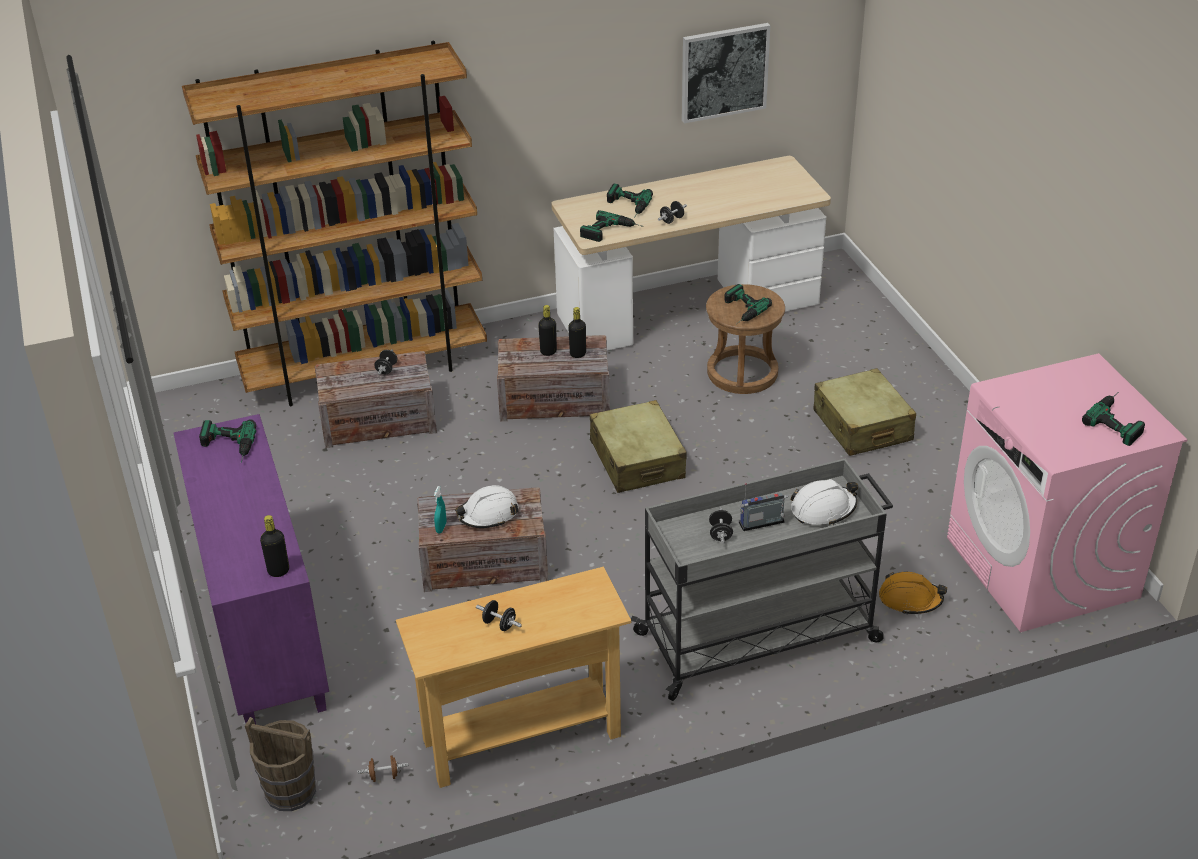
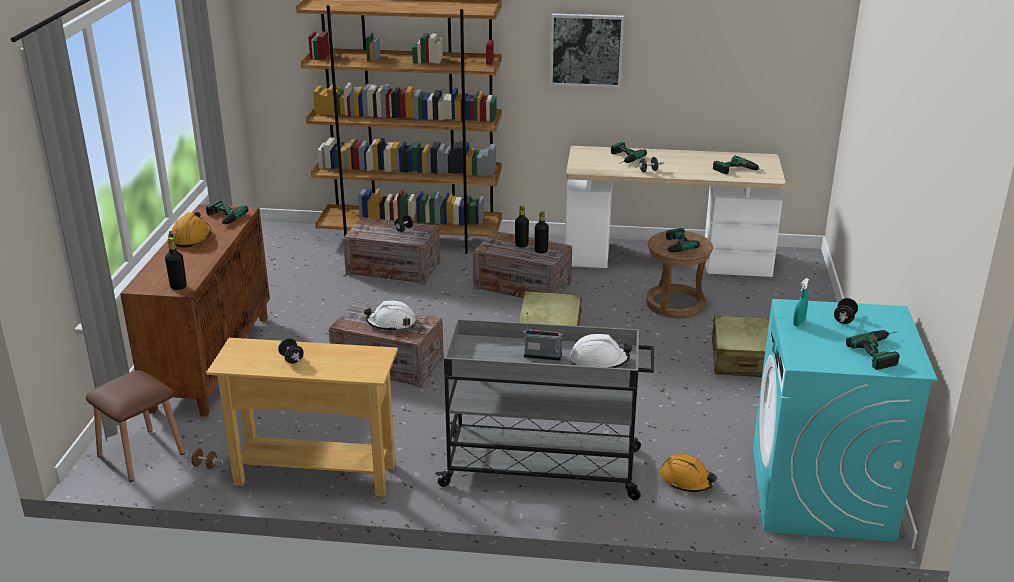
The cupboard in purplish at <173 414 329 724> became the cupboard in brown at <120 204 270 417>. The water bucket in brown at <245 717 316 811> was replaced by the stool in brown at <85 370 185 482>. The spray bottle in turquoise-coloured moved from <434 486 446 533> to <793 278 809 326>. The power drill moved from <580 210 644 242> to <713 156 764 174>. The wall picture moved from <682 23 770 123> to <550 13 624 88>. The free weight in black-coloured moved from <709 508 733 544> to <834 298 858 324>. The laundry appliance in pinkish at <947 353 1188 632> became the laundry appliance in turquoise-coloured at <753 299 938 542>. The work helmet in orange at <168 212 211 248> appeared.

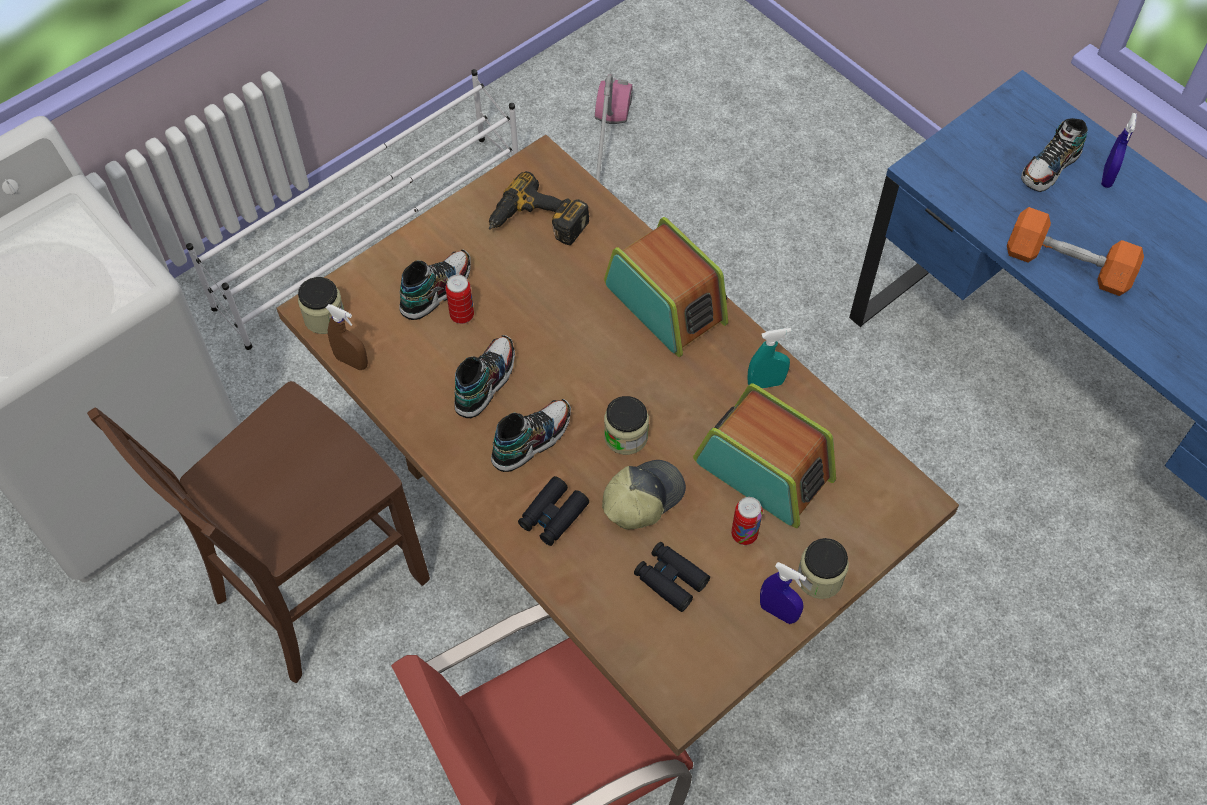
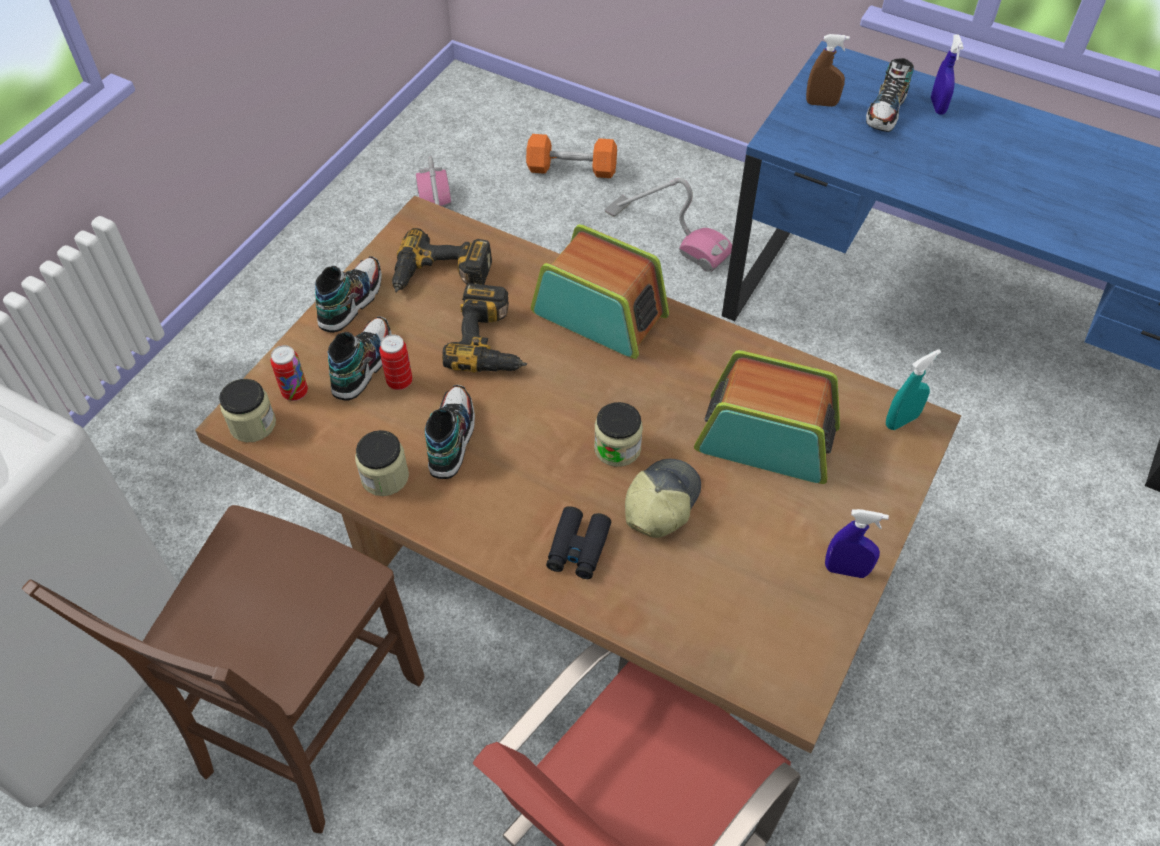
The shoe rack in white-coloured at <186 69 518 350> disappeared. The spray bottle in brown moved from <326 304 368 370> to <806 34 850 107>. The low shoe moved from <491 399 571 472> to <315 256 382 333>. The pair of binoculars in black-coloured at <634 542 710 612> disappeared. The can moved from <731 497 763 545> to <271 345 308 401>. The spray bottle in turquoise-coloured moved from <747 328 792 388> to <886 349 941 430>. The storage jar moved from <797 538 849 599> to <355 430 409 496>. The free weight in orange moved from <1007 207 1144 296> to <526 134 617 178>. The power drill at <442 283 527 372> appeared. The vacuum cleaner at <605 178 732 272> appeared.

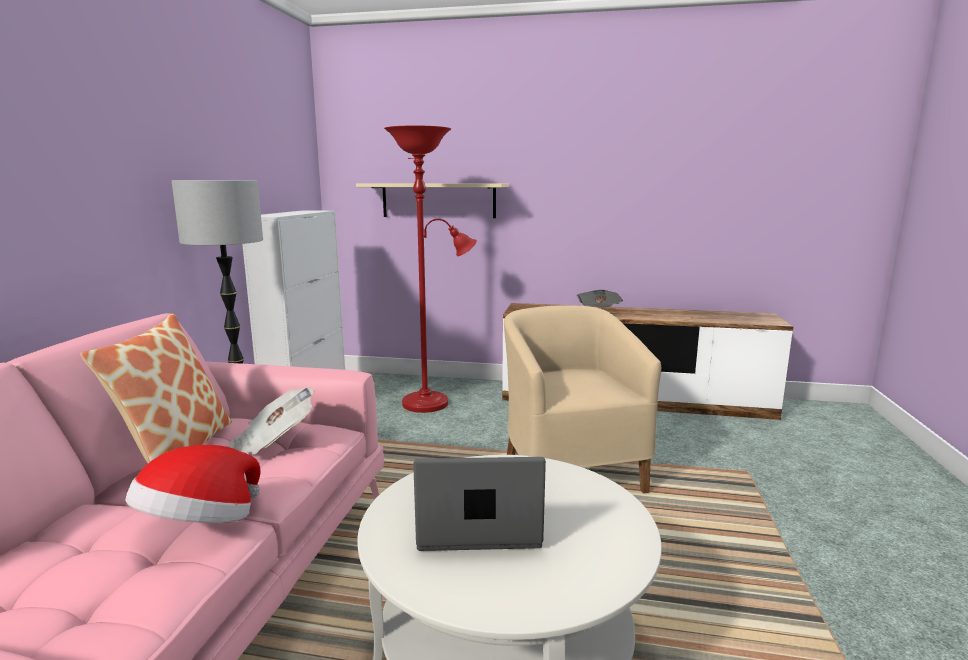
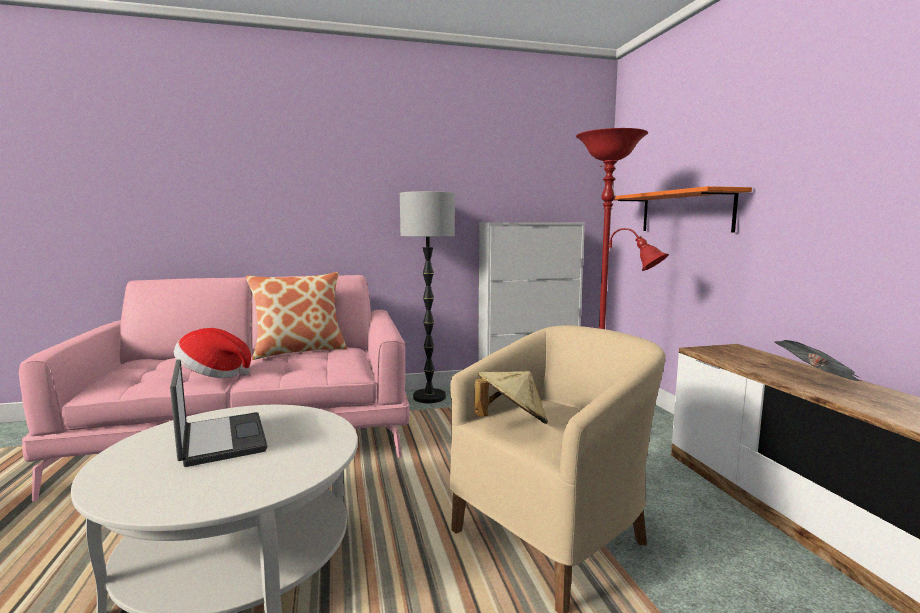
The printed paper at <228 387 315 455> disappeared. The wall shelf in beige at <356 183 509 218> became the wall shelf in orange at <613 186 752 233>. The clothing hat in beige at <474 371 548 424> appeared.

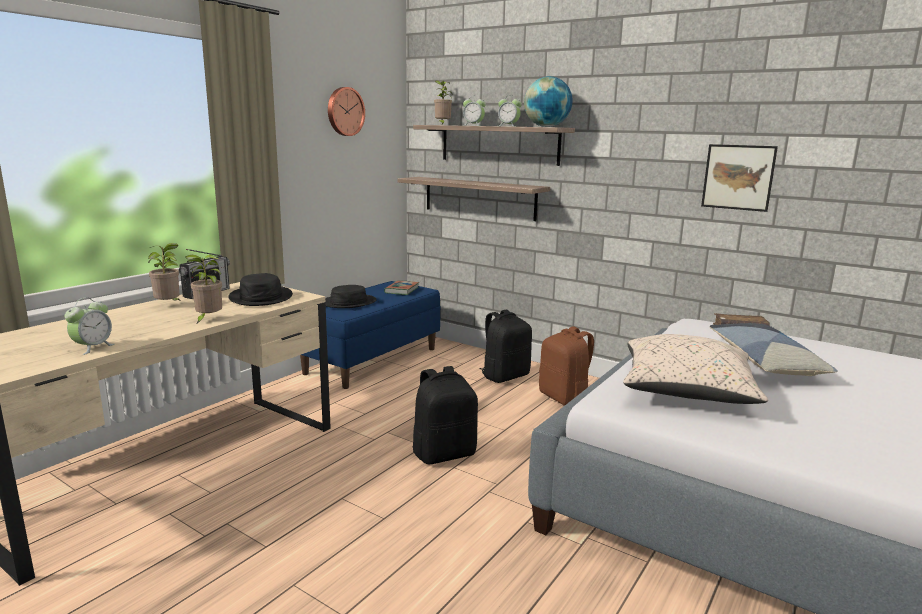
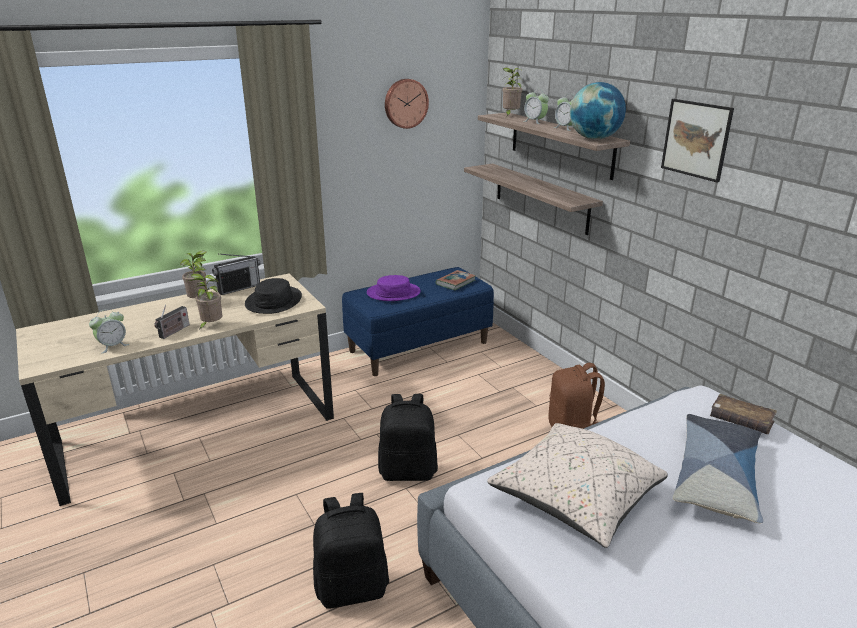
The clothing hat in black-coloured at <325 285 377 308> became the clothing hat in purplish at <367 275 421 301>. The backpack in black-coloured moved from <479 310 532 383> to <313 493 389 609>. The wall picture moved from <701 144 778 212> to <661 99 734 183>. The radio receiver at <154 305 190 339> appeared.

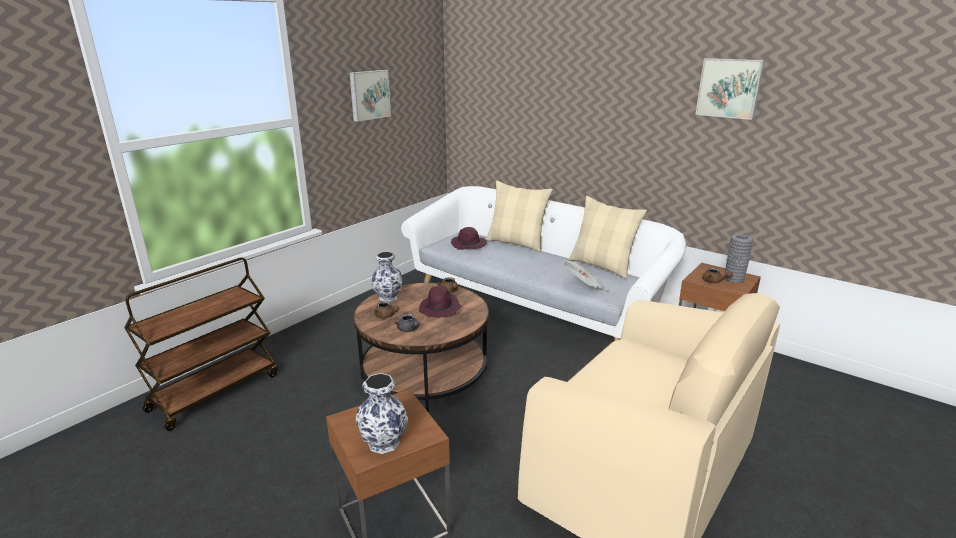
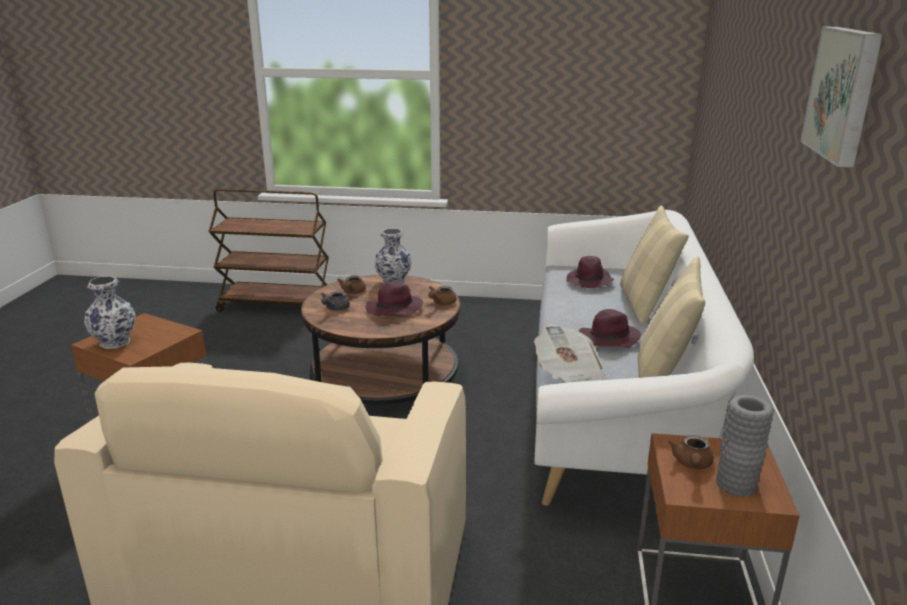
The wall picture at <350 70 391 122> disappeared. The clothing hat in purplish at <579 309 641 347> appeared.

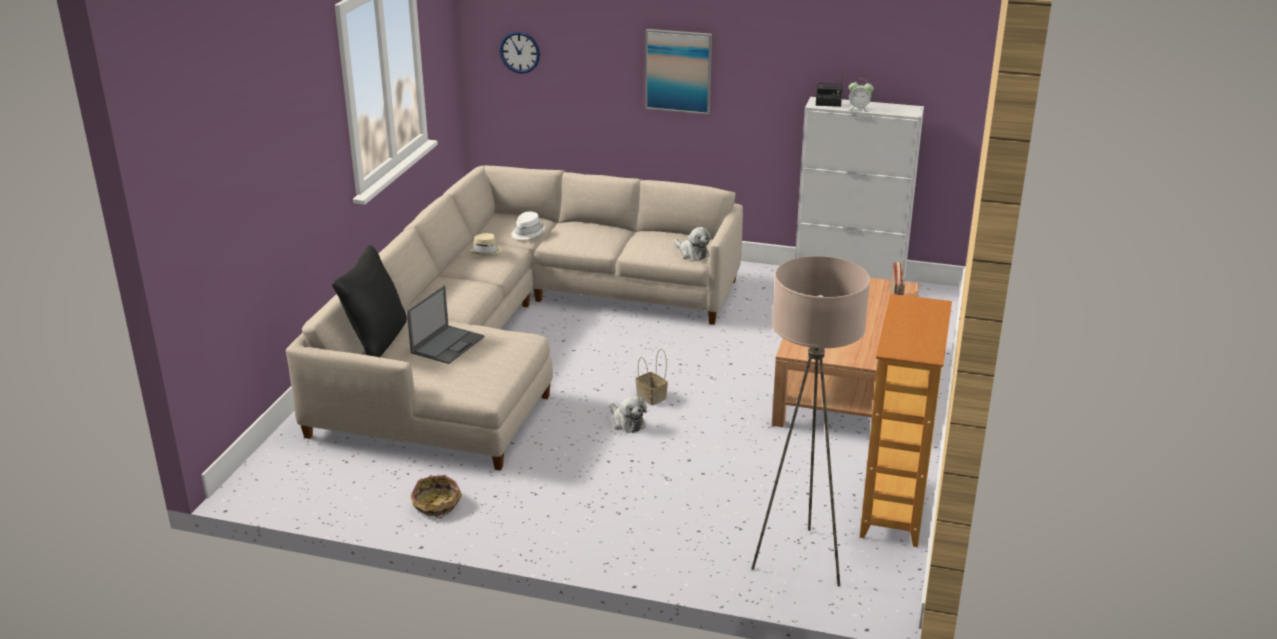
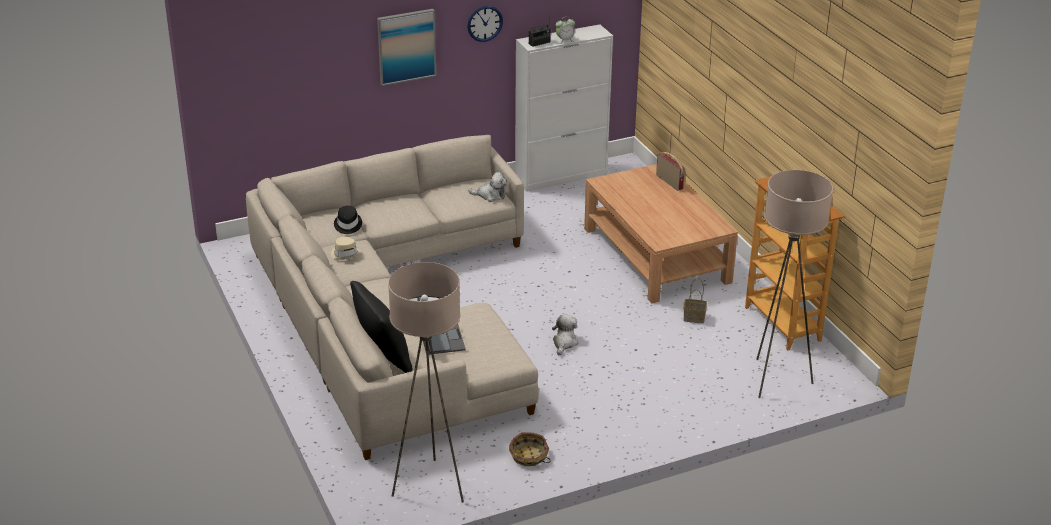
The wall clock moved from <500 31 540 74> to <467 6 503 42>. The clothing hat in white-coloured at <511 212 544 239> became the clothing hat in black-coloured at <334 206 362 234>. The cuddly toy at <610 396 647 433> turned 90 degrees counterclockwise. The basket moved from <636 349 668 405> to <684 278 707 323>. The floor lamp in beige at <388 262 464 503> appeared.

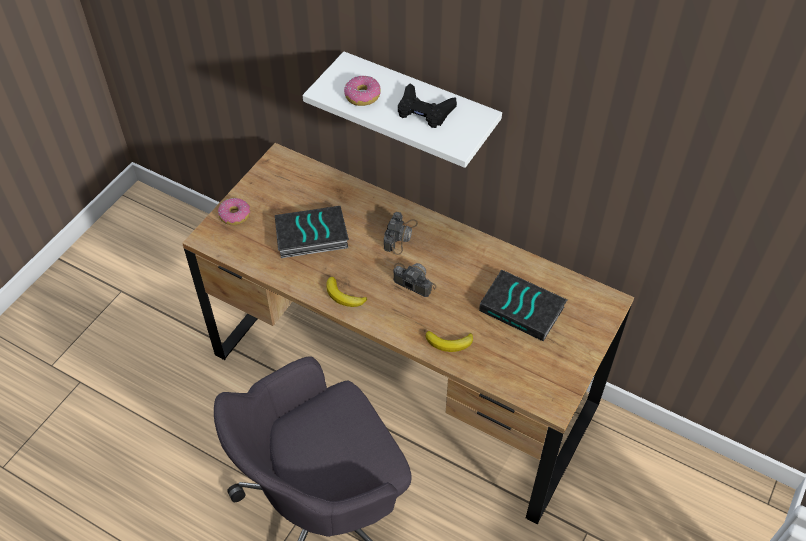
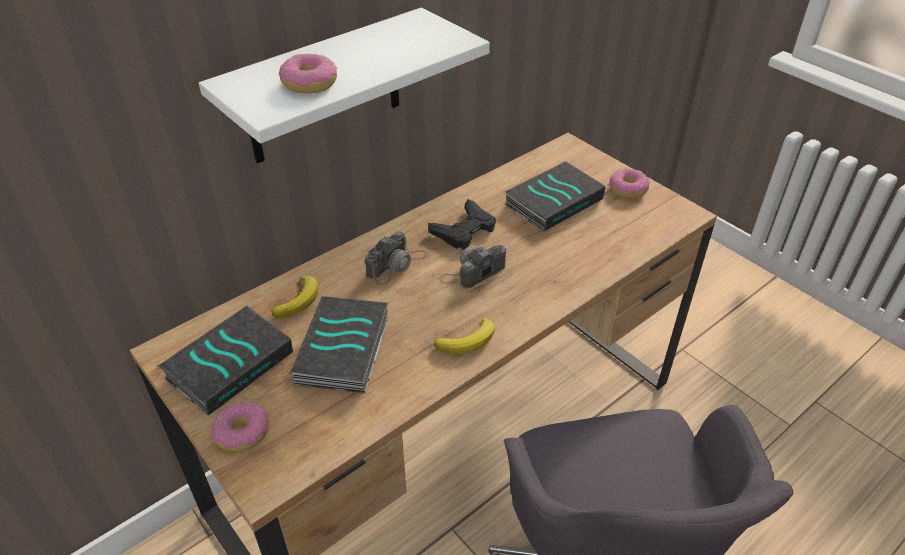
The photo camera at <384 212 418 255> turned 90 degrees clockwise. The game controller in black-coloured moved from <398 83 457 128> to <428 199 496 250>. The banana moved from <426 331 473 352> to <271 276 318 319>. The volume at <158 305 293 416> appeared. The ring doughnut at <609 168 649 198> appeared.

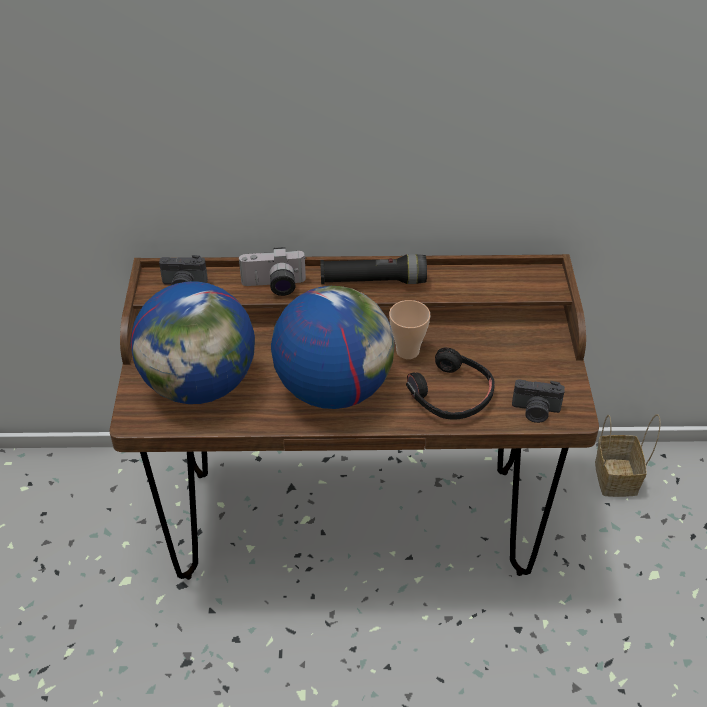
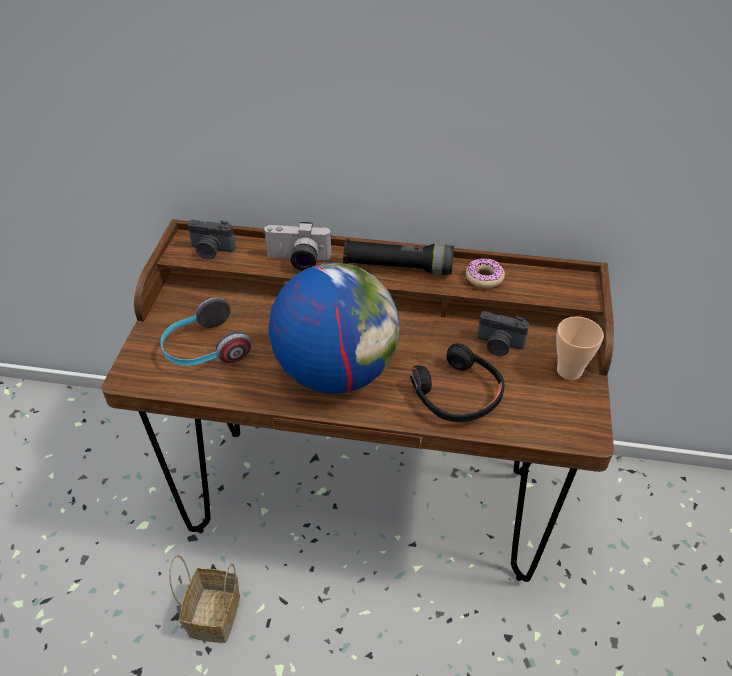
The globe at <131 282 255 404> was replaced by the headphones at <161 298 252 366>. The cup moved from <389 300 431 359> to <557 316 604 380>. The photo camera moved from <512 379 565 423> to <477 311 529 356>. The basket moved from <595 414 661 497> to <169 555 240 643>. The ring doughnut at <466 258 505 288> appeared.

